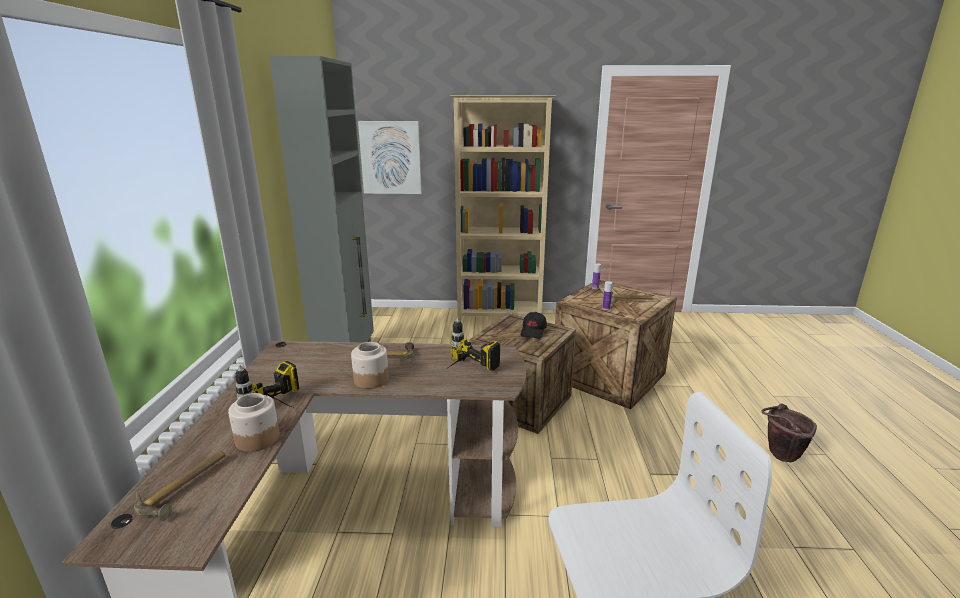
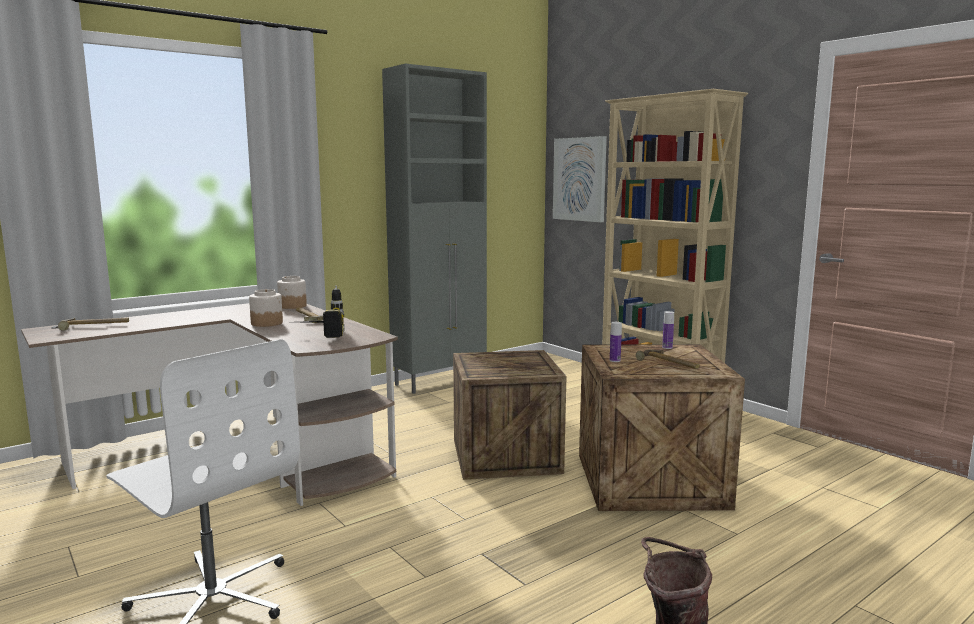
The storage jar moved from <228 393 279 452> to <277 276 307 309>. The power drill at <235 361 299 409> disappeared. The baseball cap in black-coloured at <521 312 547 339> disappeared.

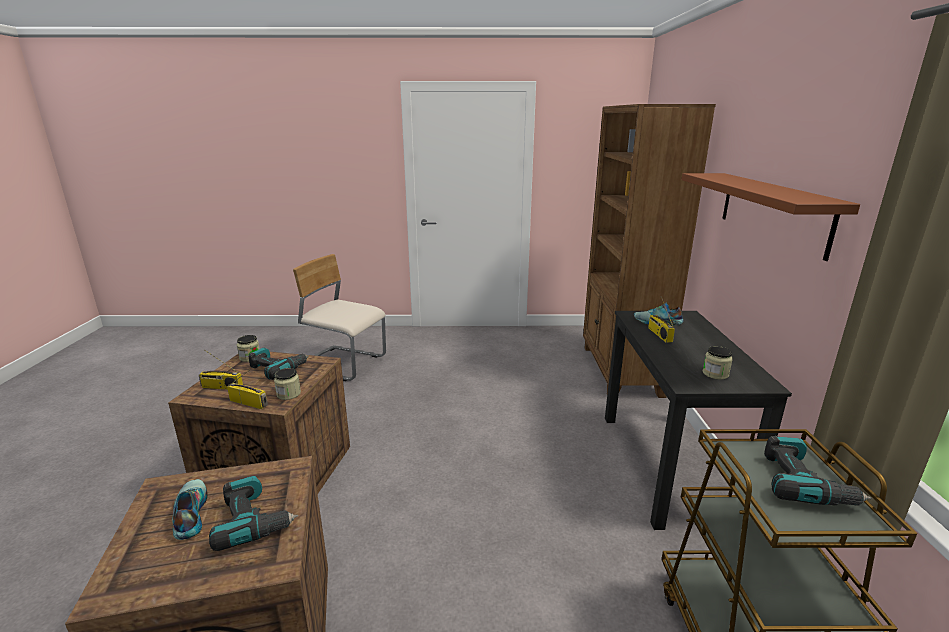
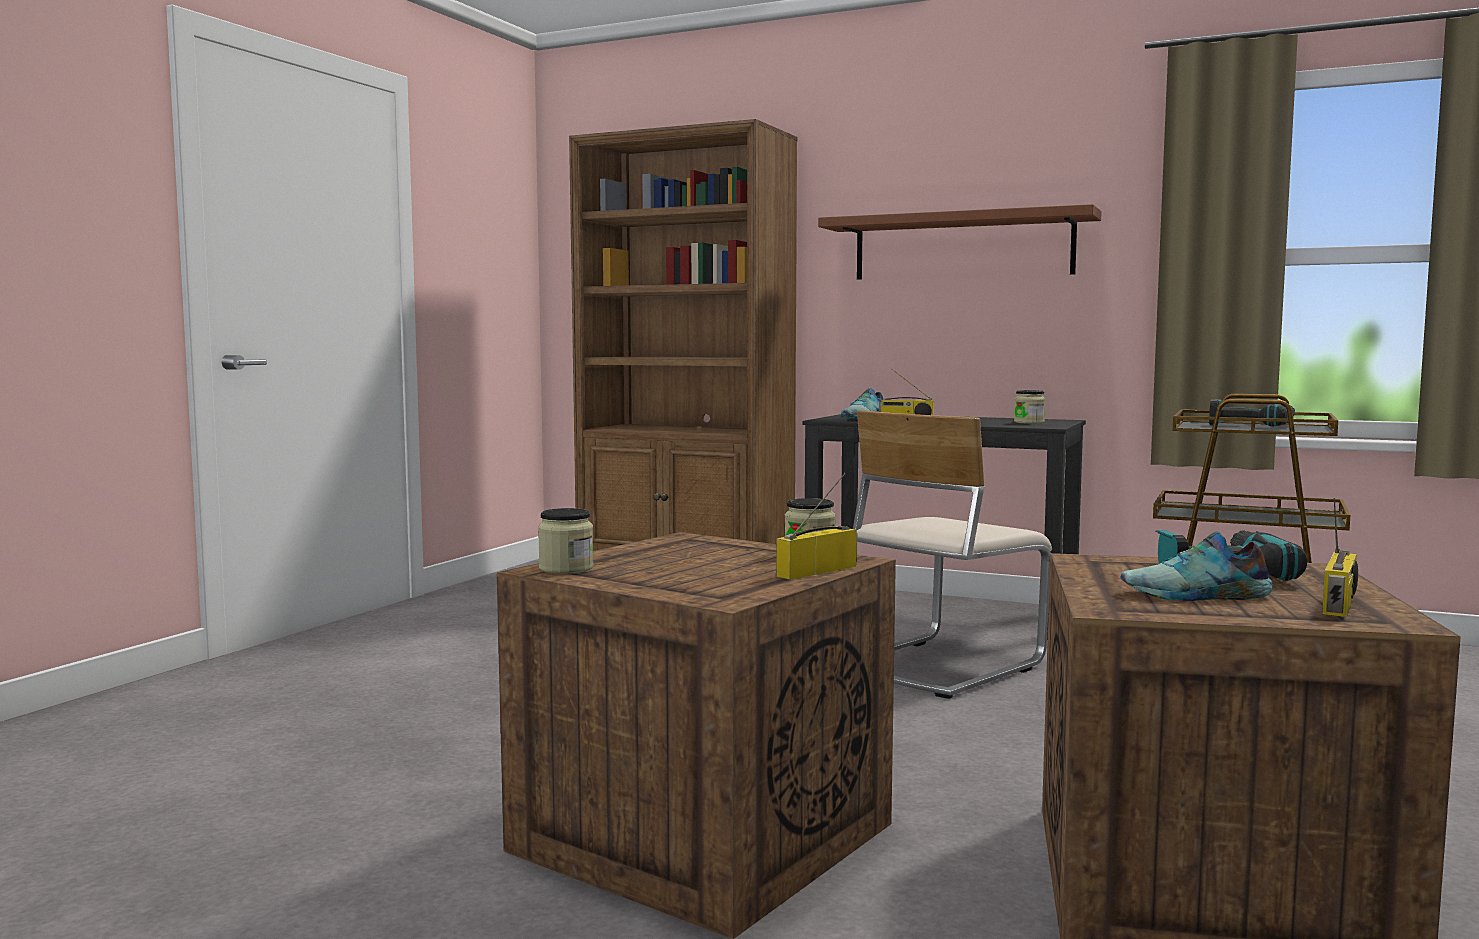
The radio receiver moved from <199 349 243 390> to <1322 498 1358 617>. The power drill at <249 348 309 380> disappeared. The plain chair in beige moved from <293 254 386 381> to <853 411 1052 699>.

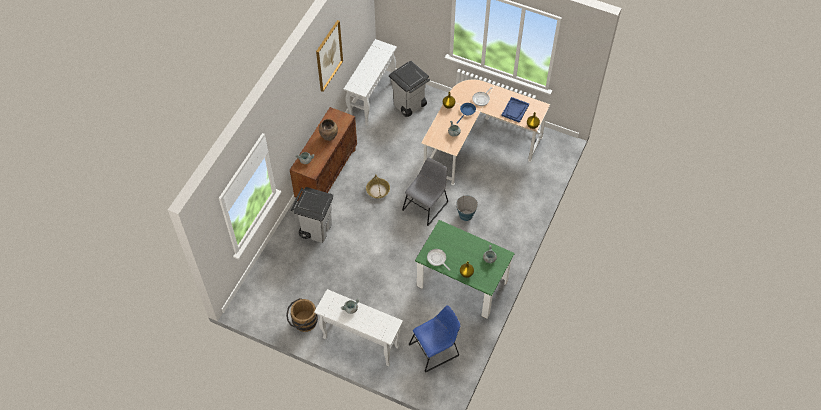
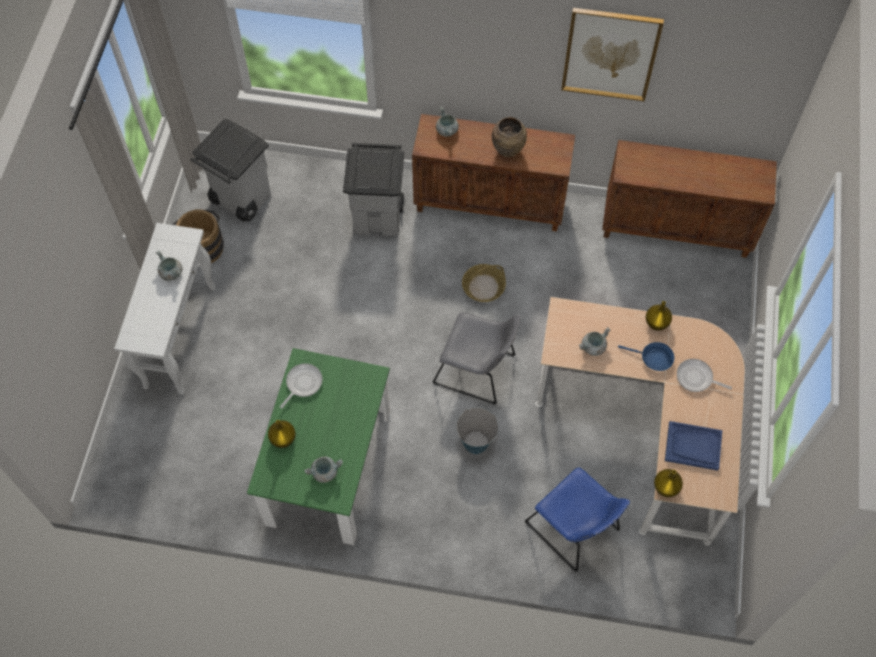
The console table in white-coloured at <344 39 397 126> was replaced by the cupboard in brown at <602 140 777 258>. The waste bin in gray moved from <389 61 430 117> to <190 119 271 222>. The plain chair in bluish moved from <409 305 461 373> to <525 467 630 572>.

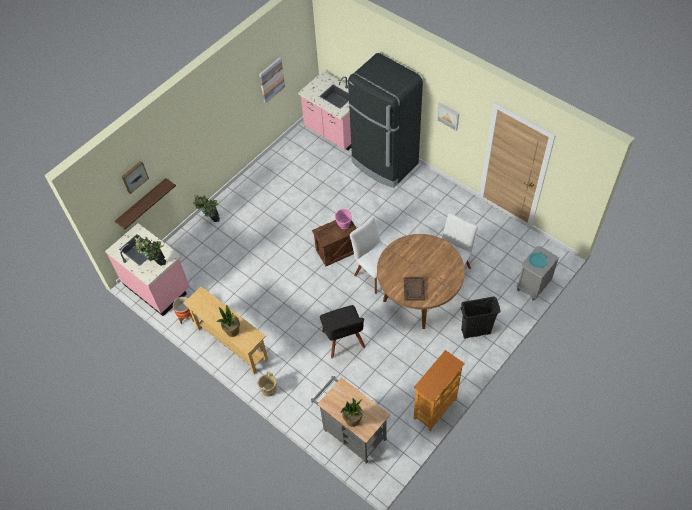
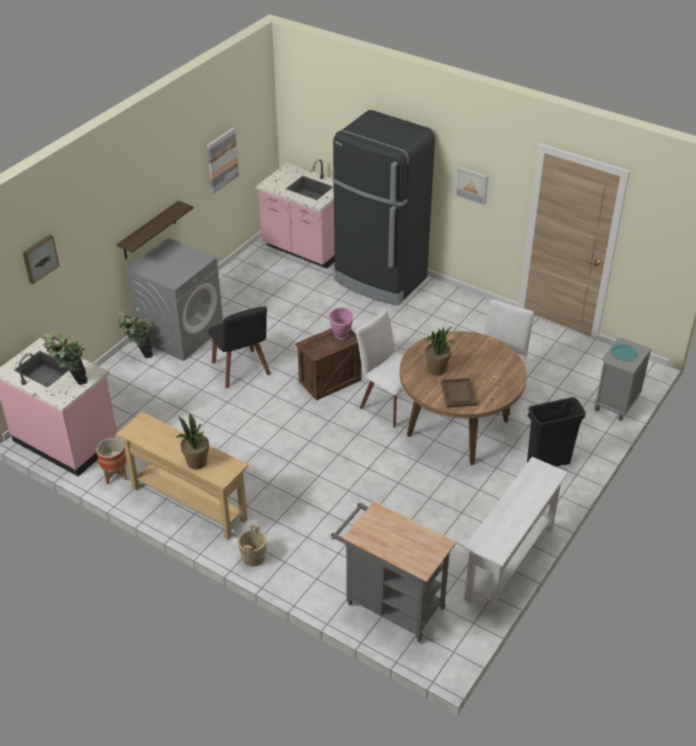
The wall shelf moved from <115 178 176 229> to <117 201 194 259>. The plain chair in black-coloured moved from <320 305 365 359> to <208 306 271 388>. The potted plant moved from <340 398 363 427> to <425 327 454 375>. The shelving unit at <414 350 465 432> was replaced by the console table in white-coloured at <464 457 568 615>. The laundry appliance in gray at <125 238 223 361> appeared.

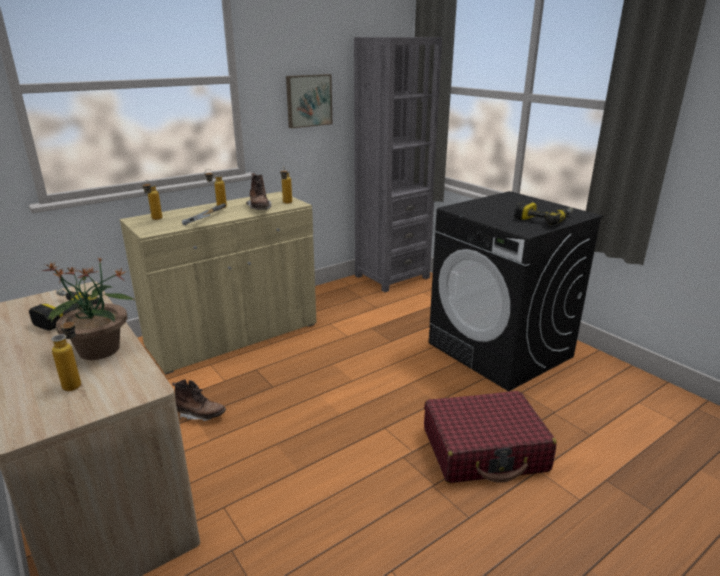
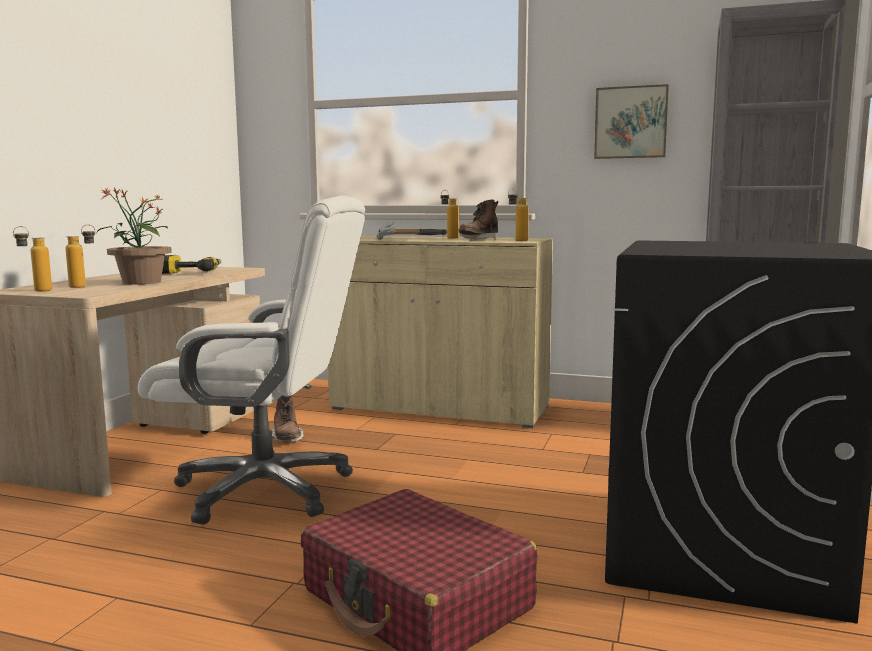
The drink bottle moved from <143 180 162 220> to <13 226 52 291>. The power drill at <514 201 573 225> disappeared. The computer chair in white-coloured at <138 196 365 525> appeared.

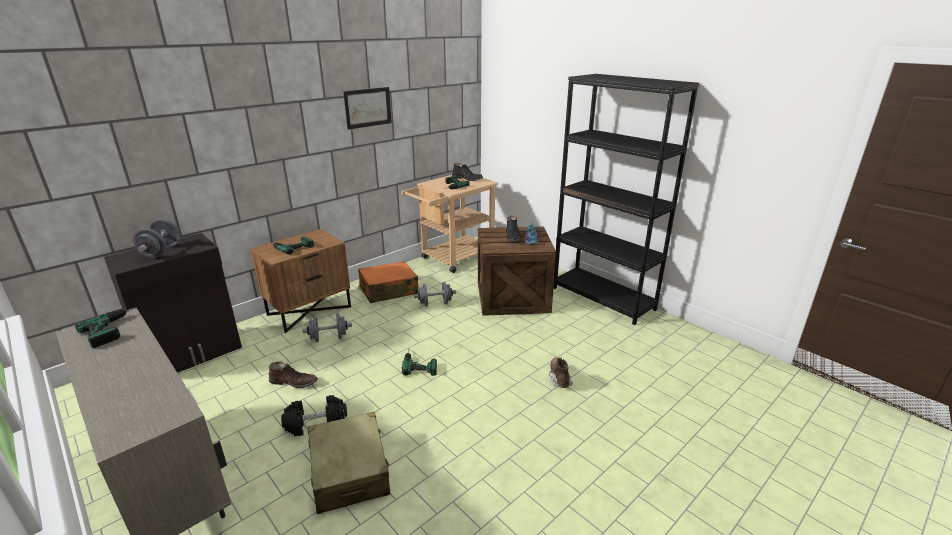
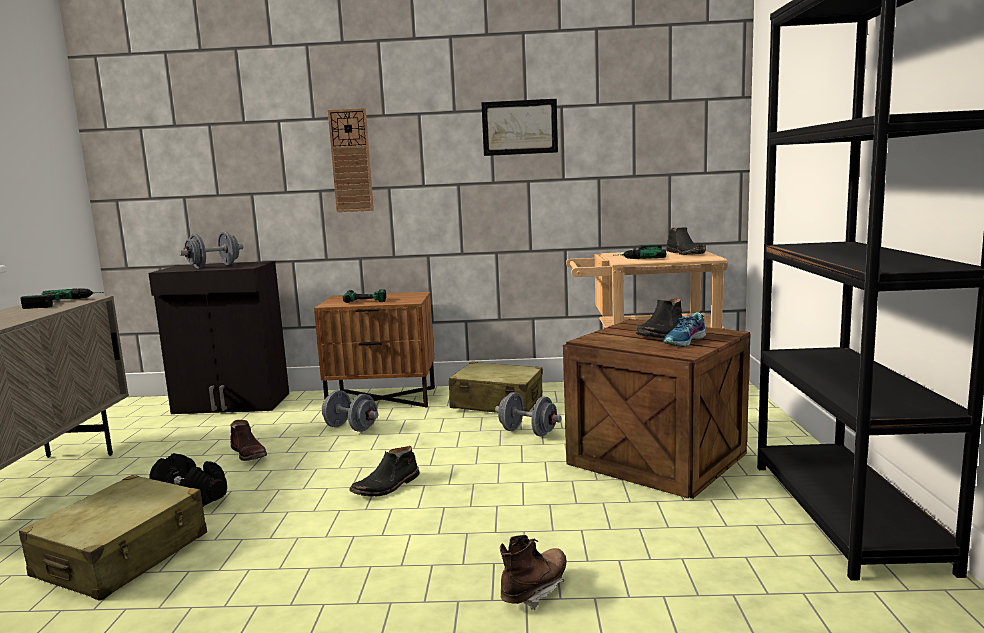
The suitcase in orange at <358 261 419 303> became the suitcase in beige at <449 362 543 413>. The power drill at <401 352 437 376> was replaced by the boot in black-coloured at <349 446 420 497>. The wall clock at <328 108 374 212> appeared.

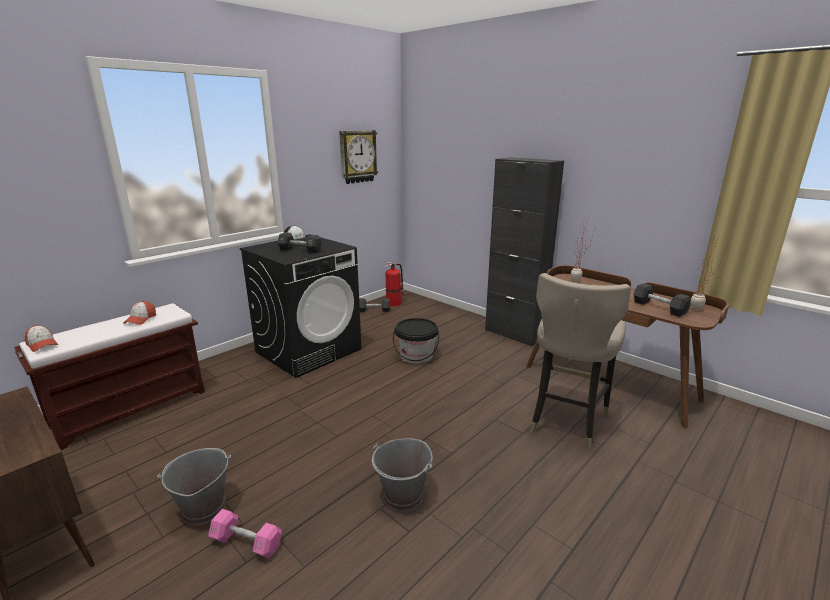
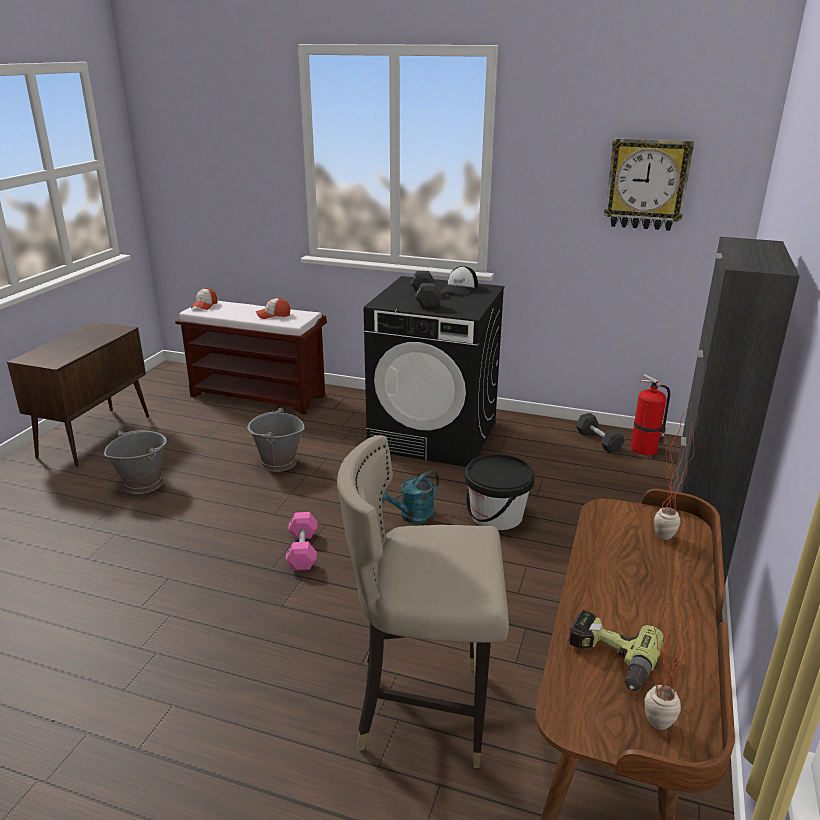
The free weight in pinkish moved from <208 509 282 558> to <286 512 318 571>. The water bucket in gray moved from <372 439 433 511> to <247 408 305 472>. The free weight in black-coloured at <633 283 691 317> was replaced by the power drill at <568 610 664 691>. The watering pot in turquoise-coloured at <382 470 439 524> appeared.

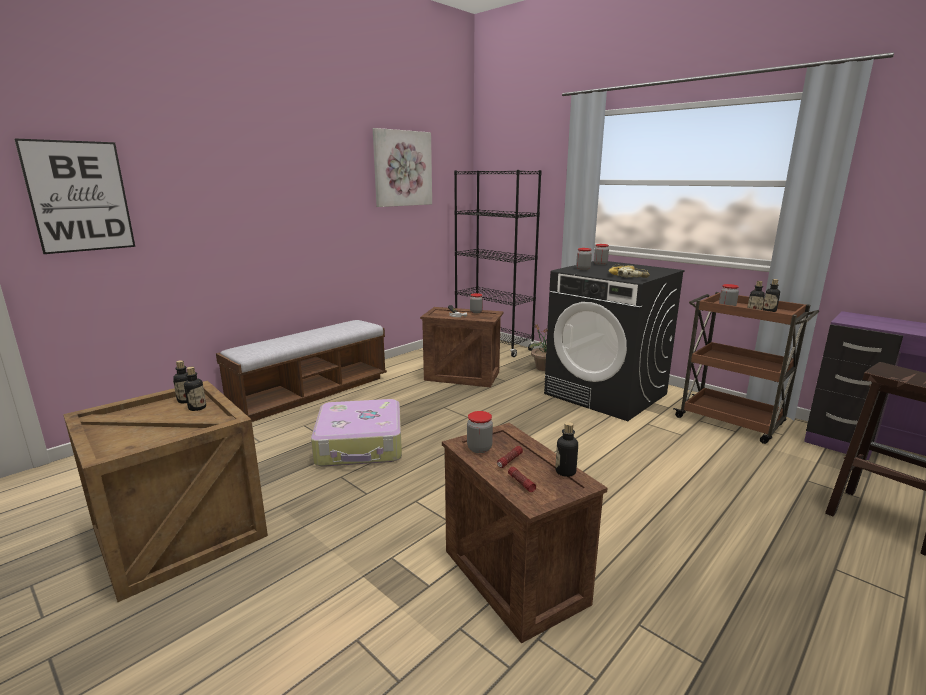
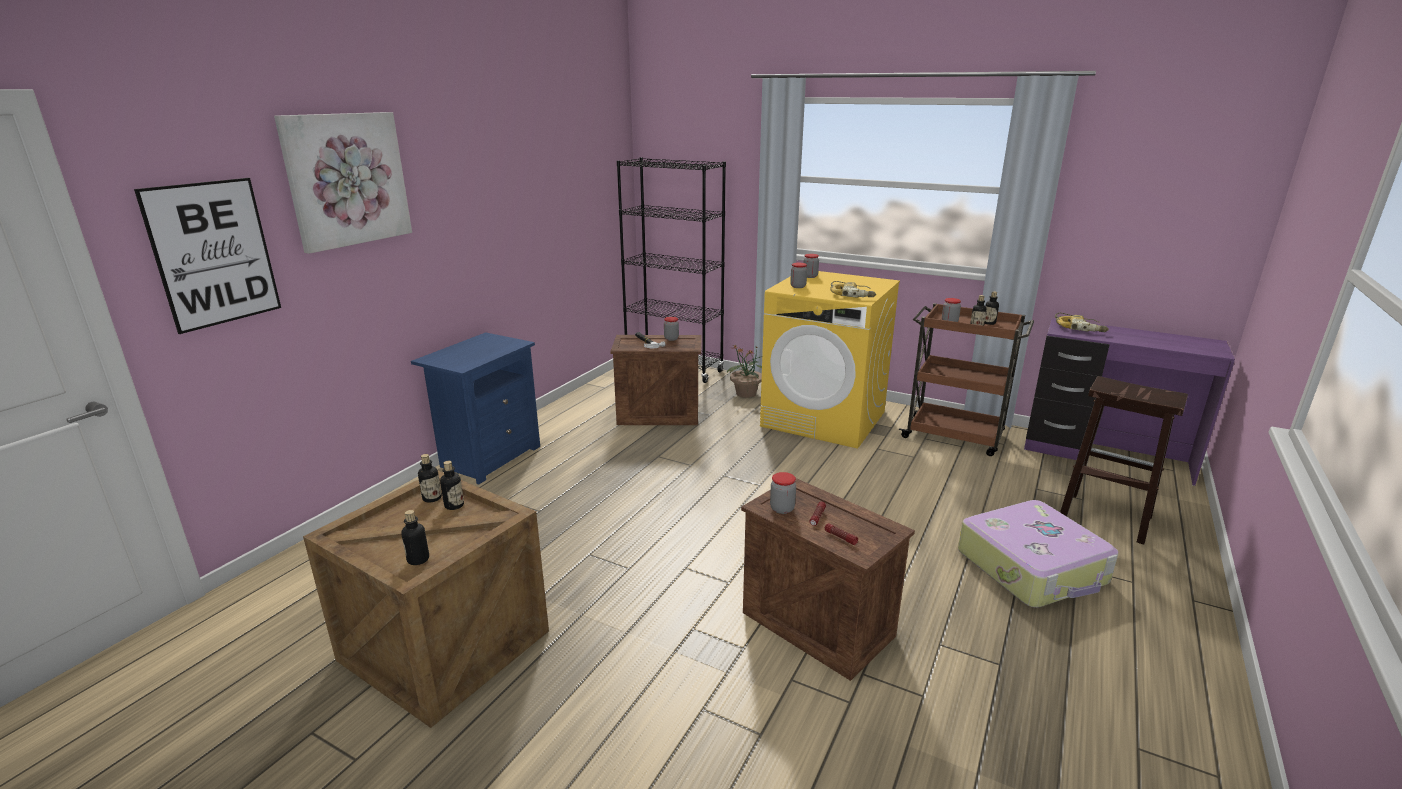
The bench at <216 320 387 422> was replaced by the night table in bluish at <411 332 540 485>. The suitcase moved from <311 399 402 467> to <958 500 1119 608>. The wall picture moved from <373 128 432 207> to <274 112 412 254>. The laundry appliance in black-coloured at <544 261 685 421> became the laundry appliance in yellow-coloured at <760 271 900 449>. The drink bottle moved from <555 422 578 477> to <401 510 429 565>. The power drill at <1055 313 1109 332> appeared.

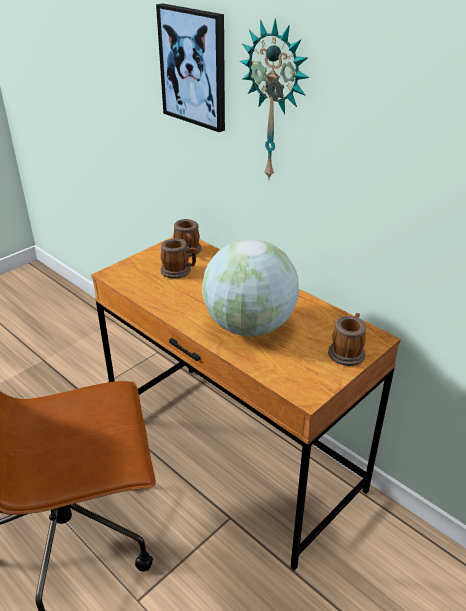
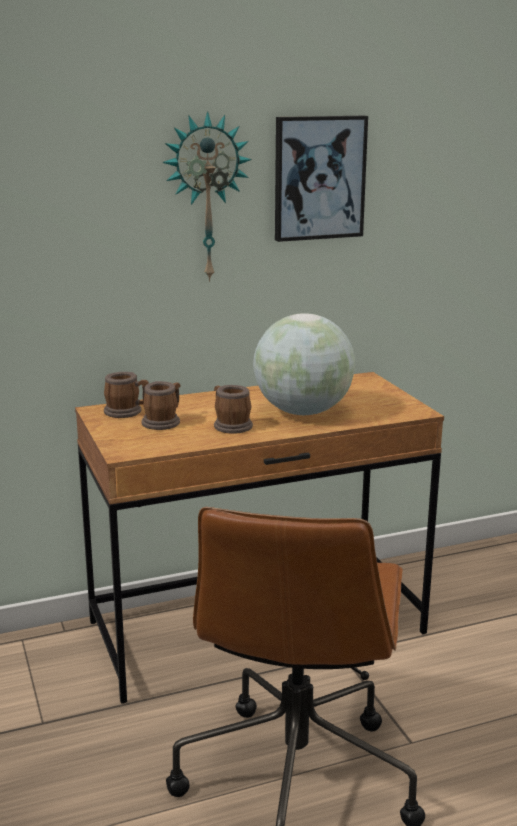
The wall picture moved from <156 3 225 132> to <275 116 368 242>. The tea mug moved from <328 313 366 366> to <214 385 253 434>.

